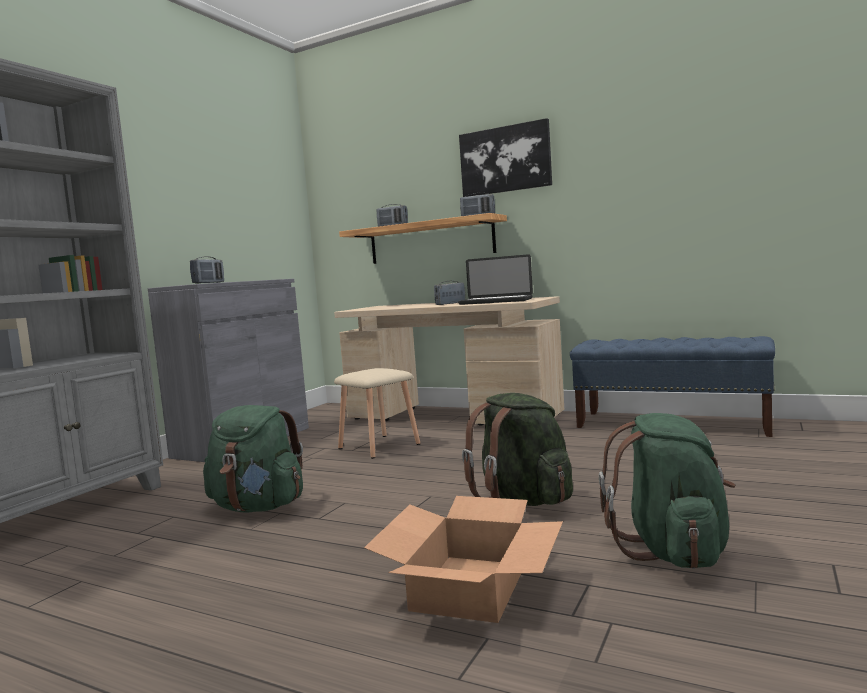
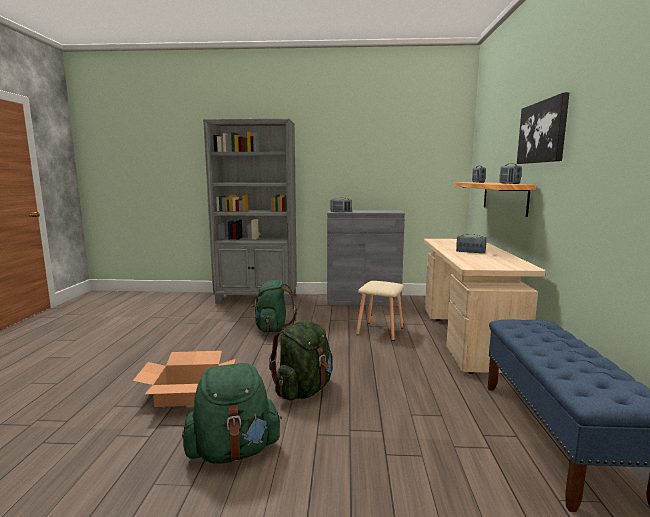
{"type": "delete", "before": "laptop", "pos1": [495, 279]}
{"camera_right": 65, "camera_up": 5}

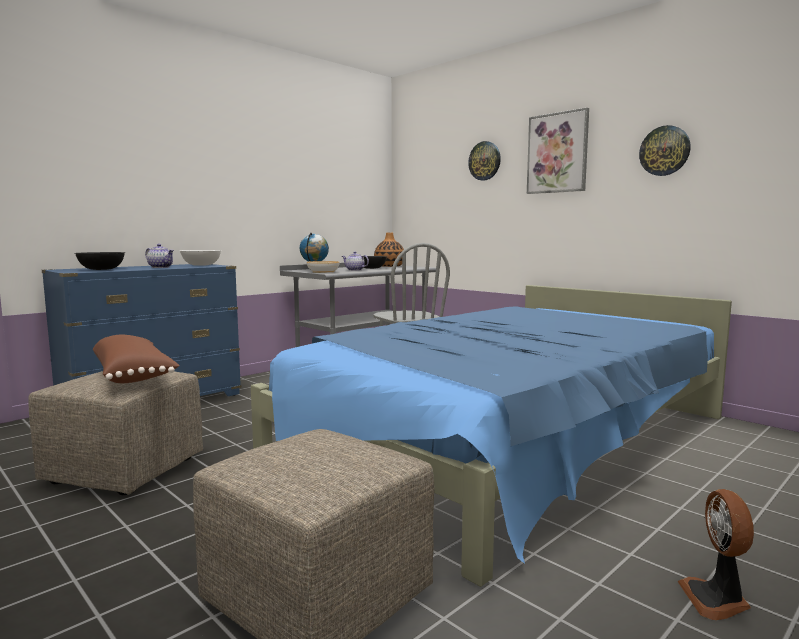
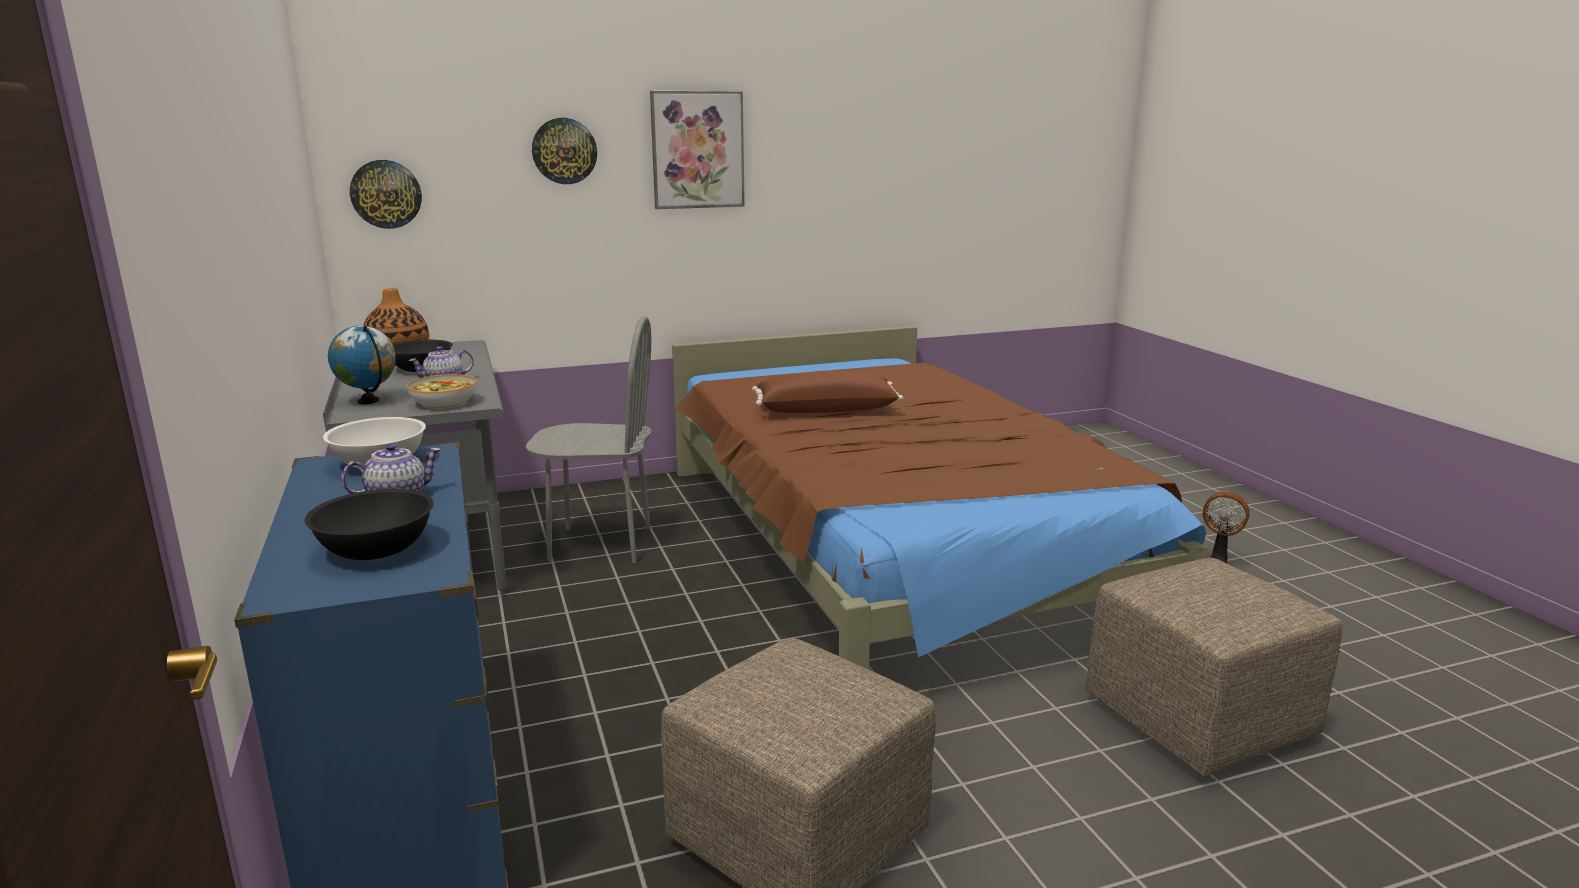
{"type": "move", "before": "wall clock", "pos1": [665, 150], "pos2": [386, 194]}
{"type": "recolor", "before": "blue bed", "after": "brown bed", "pos1": [491, 436], "pos2": [939, 498]}
{"type": "move", "before": "brown pillow", "pos1": [136, 359], "pos2": [827, 392]}
{"camera_right": -65, "camera_up": 10}

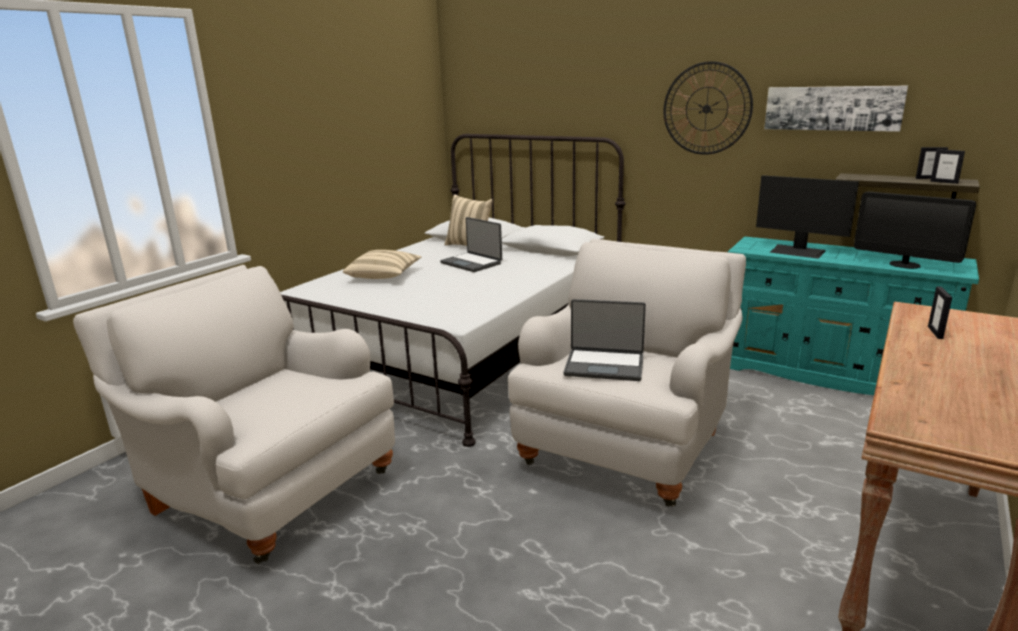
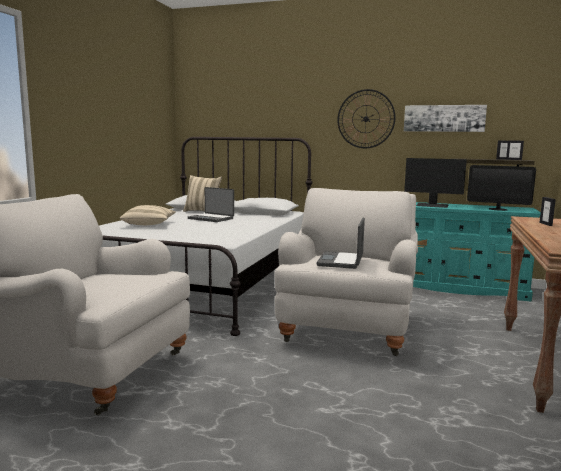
{"type": "rotate", "before": "laptop", "pos1": [604, 340], "pos2": [340, 243], "turn": 105}
{"camera_right": -15, "camera_up": -10}

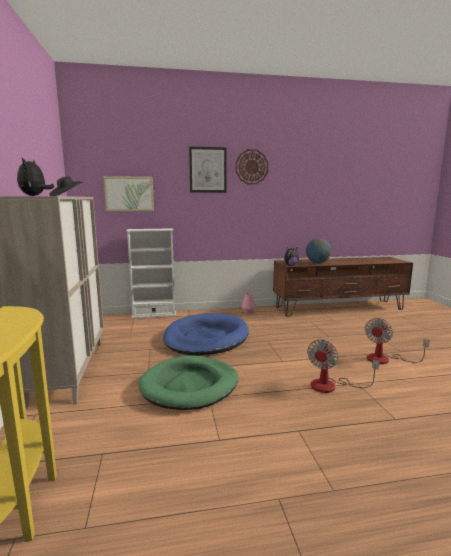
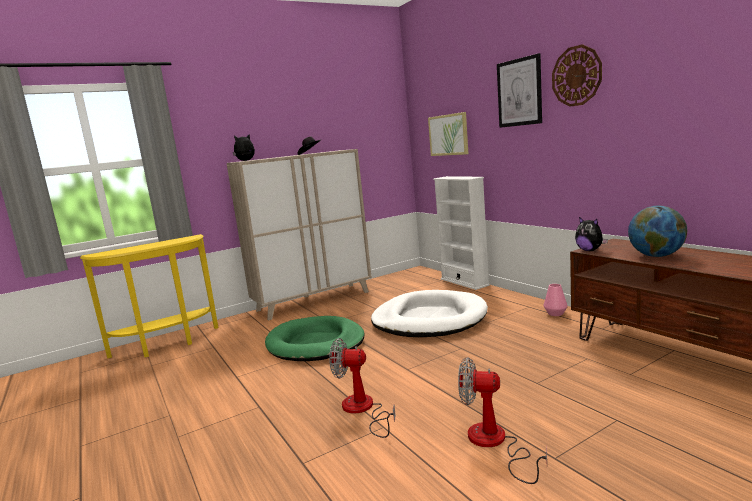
{"type": "recolor", "before": "blue dog bed", "after": "white dog bed", "pos1": [206, 334], "pos2": [429, 313]}
{"camera_right": 70, "camera_up": 0}

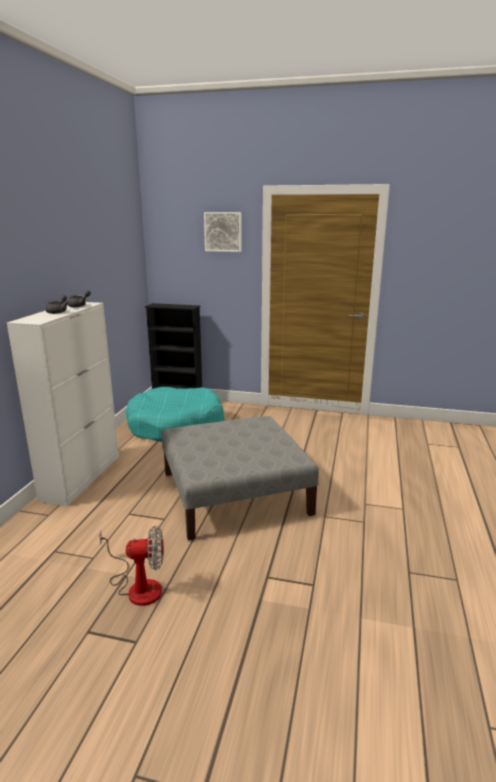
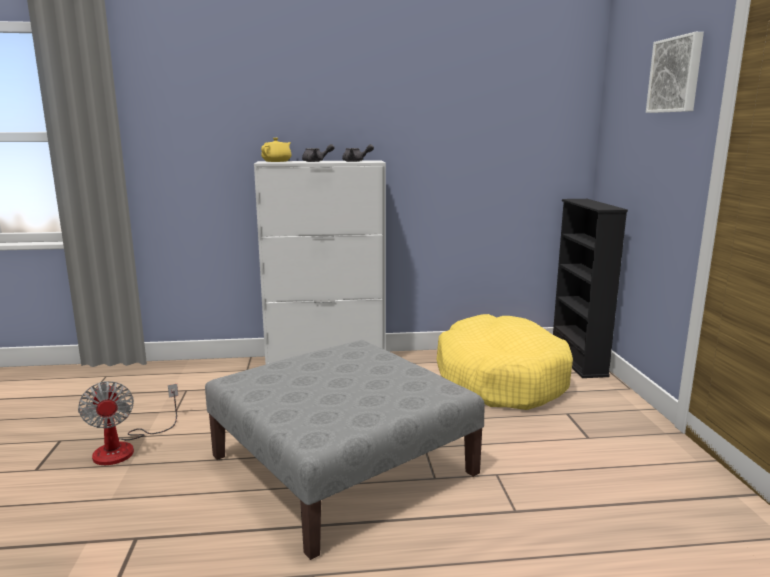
{"type": "recolor", "before": "turquoise dog bed", "after": "yellow dog bed", "pos1": [174, 414], "pos2": [505, 362]}
{"type": "insert", "after": "yellow teapot", "pos2": [276, 150]}
{"camera_right": 70, "camera_up": -5}

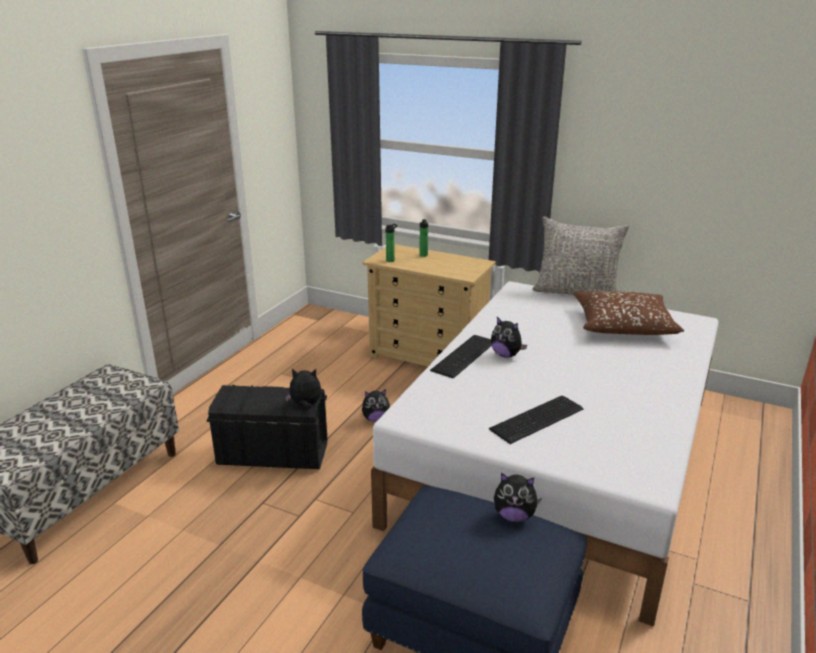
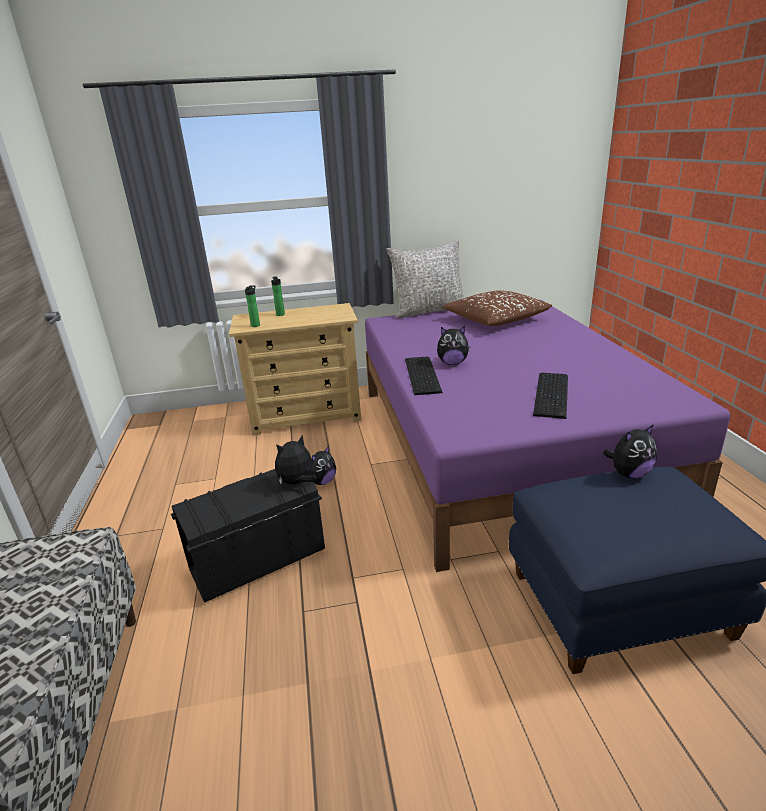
{"type": "recolor", "before": "white bed", "after": "purple bed", "pos1": [545, 454], "pos2": [547, 436]}
{"camera_right": -35, "camera_up": 0}

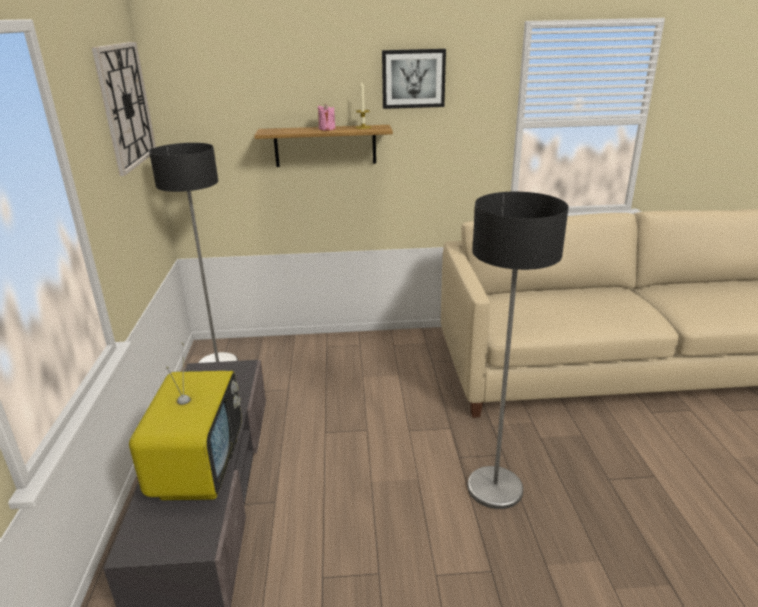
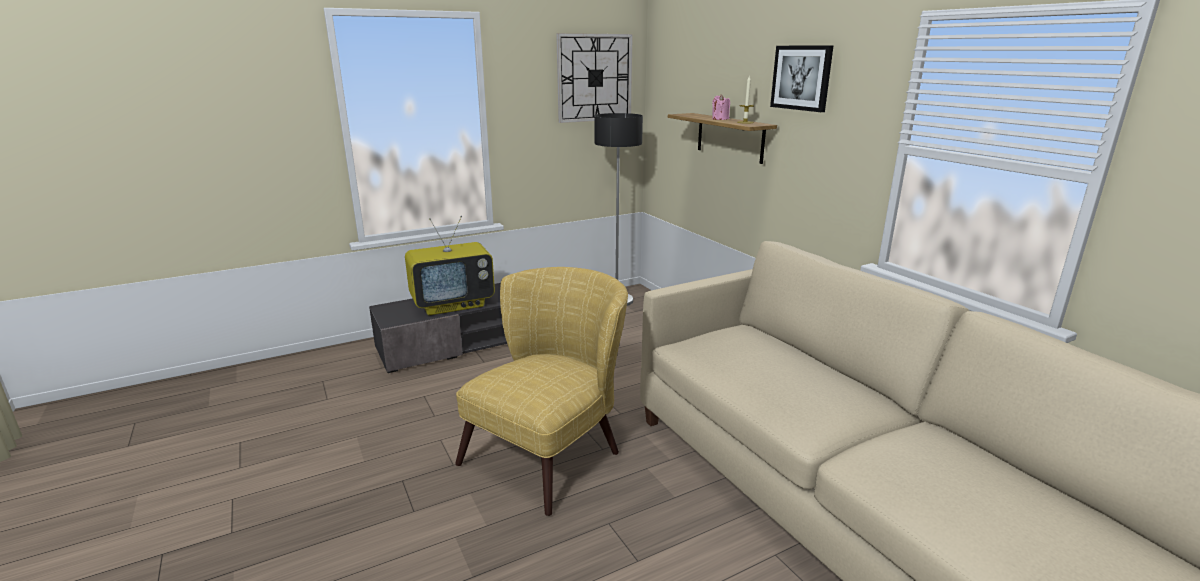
{"type": "replace", "before": "floor lamp", "after": "yellow armchair", "pos1": [518, 350], "pos2": [541, 391]}
{"camera_right": 65, "camera_up": -5}

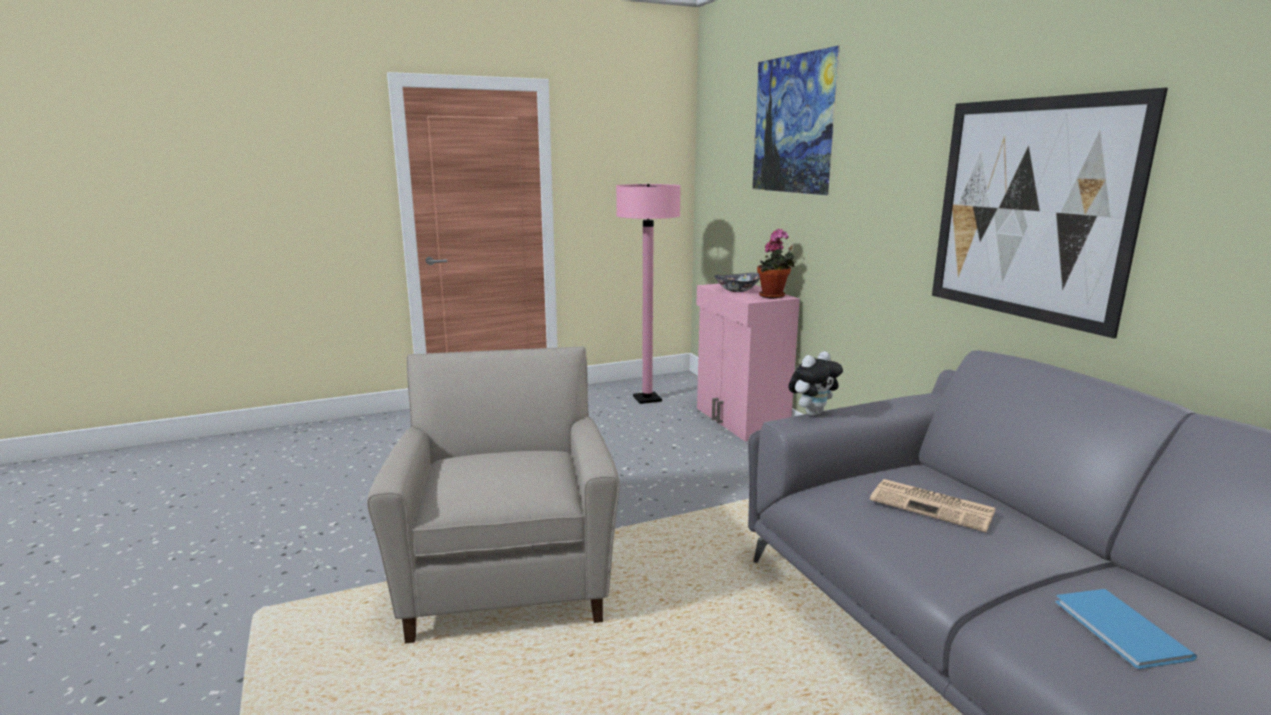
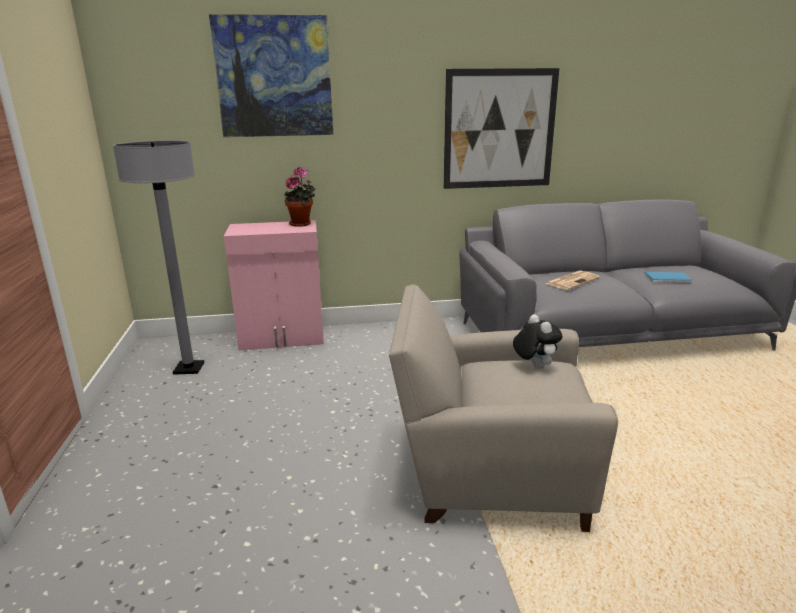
{"type": "recolor", "before": "pink floor lamp", "after": "grey floor lamp", "pos1": [648, 294], "pos2": [158, 257]}
{"type": "delete", "before": "bowl", "pos1": [737, 282]}
{"type": "move", "before": "plush toy", "pos1": [815, 383], "pos2": [538, 341]}
{"camera_right": -75, "camera_up": 5}

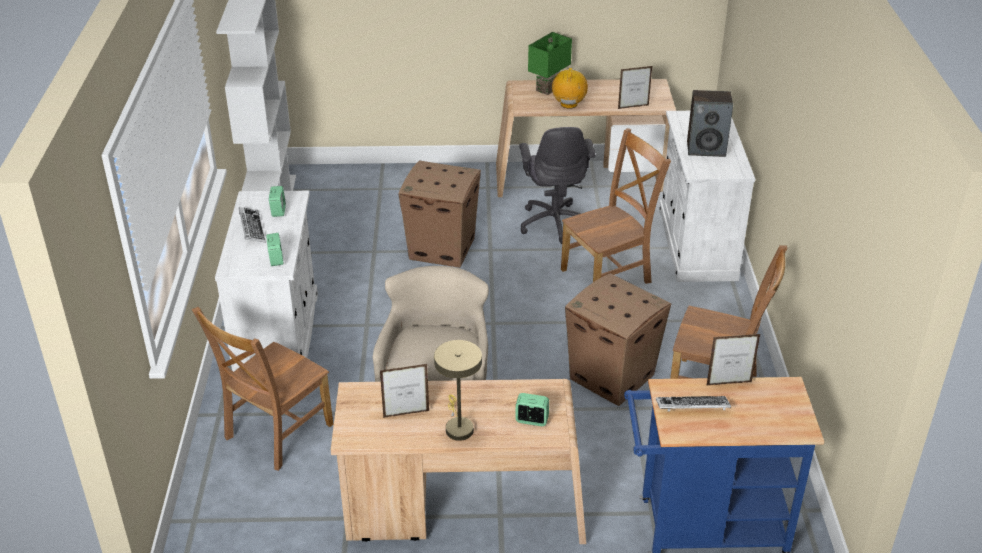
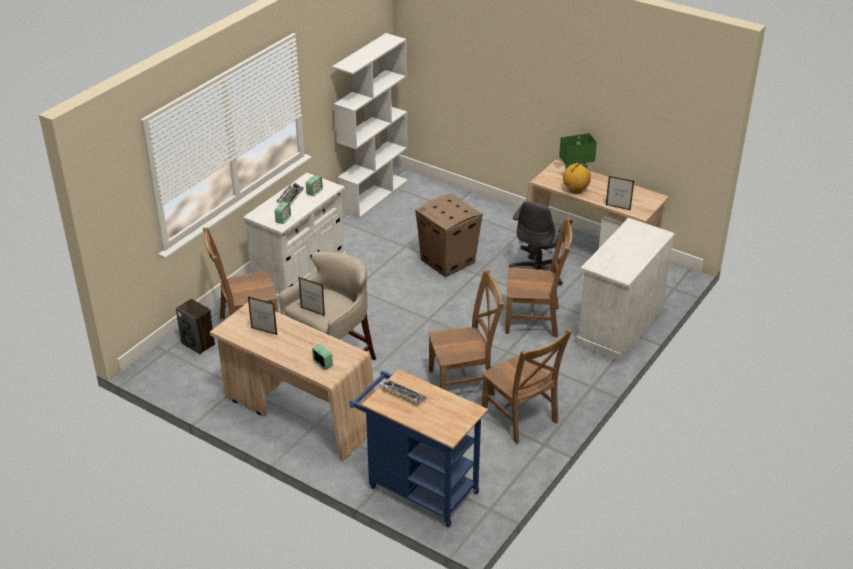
{"type": "move", "before": "speaker", "pos1": [710, 123], "pos2": [195, 326]}
{"type": "replace", "before": "cardboard box", "after": "brown chair", "pos1": [618, 339], "pos2": [466, 332]}
{"type": "move", "before": "picture frame", "pos1": [733, 360], "pos2": [311, 296]}
{"type": "delete", "before": "beige table lamp", "pos1": [458, 390]}
{"camera_right": 35, "camera_up": 0}

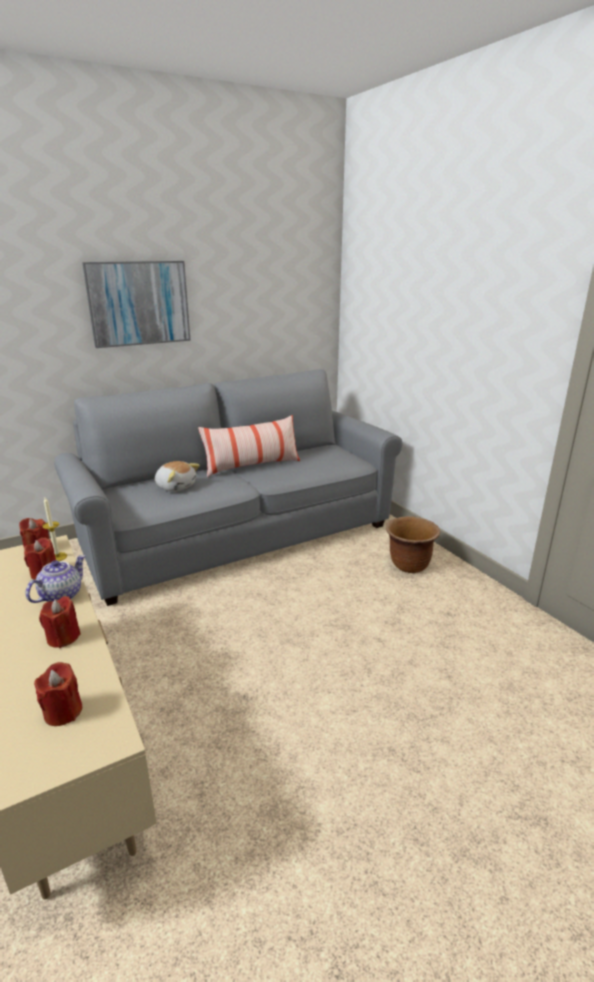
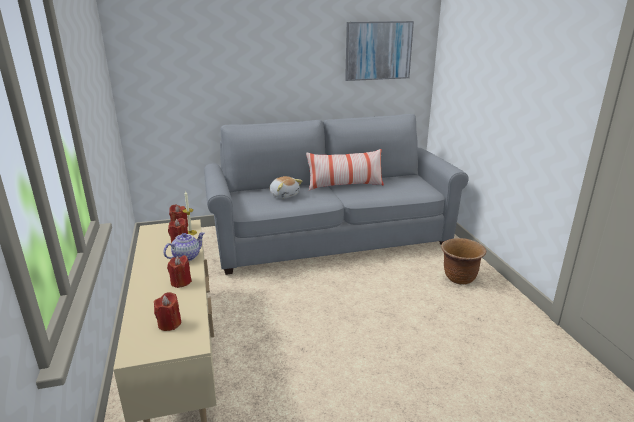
{"type": "move", "before": "picture", "pos1": [136, 304], "pos2": [379, 51]}
{"camera_right": 15, "camera_up": 0}

